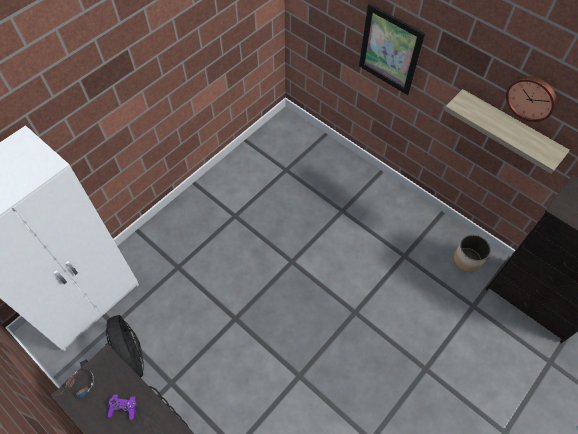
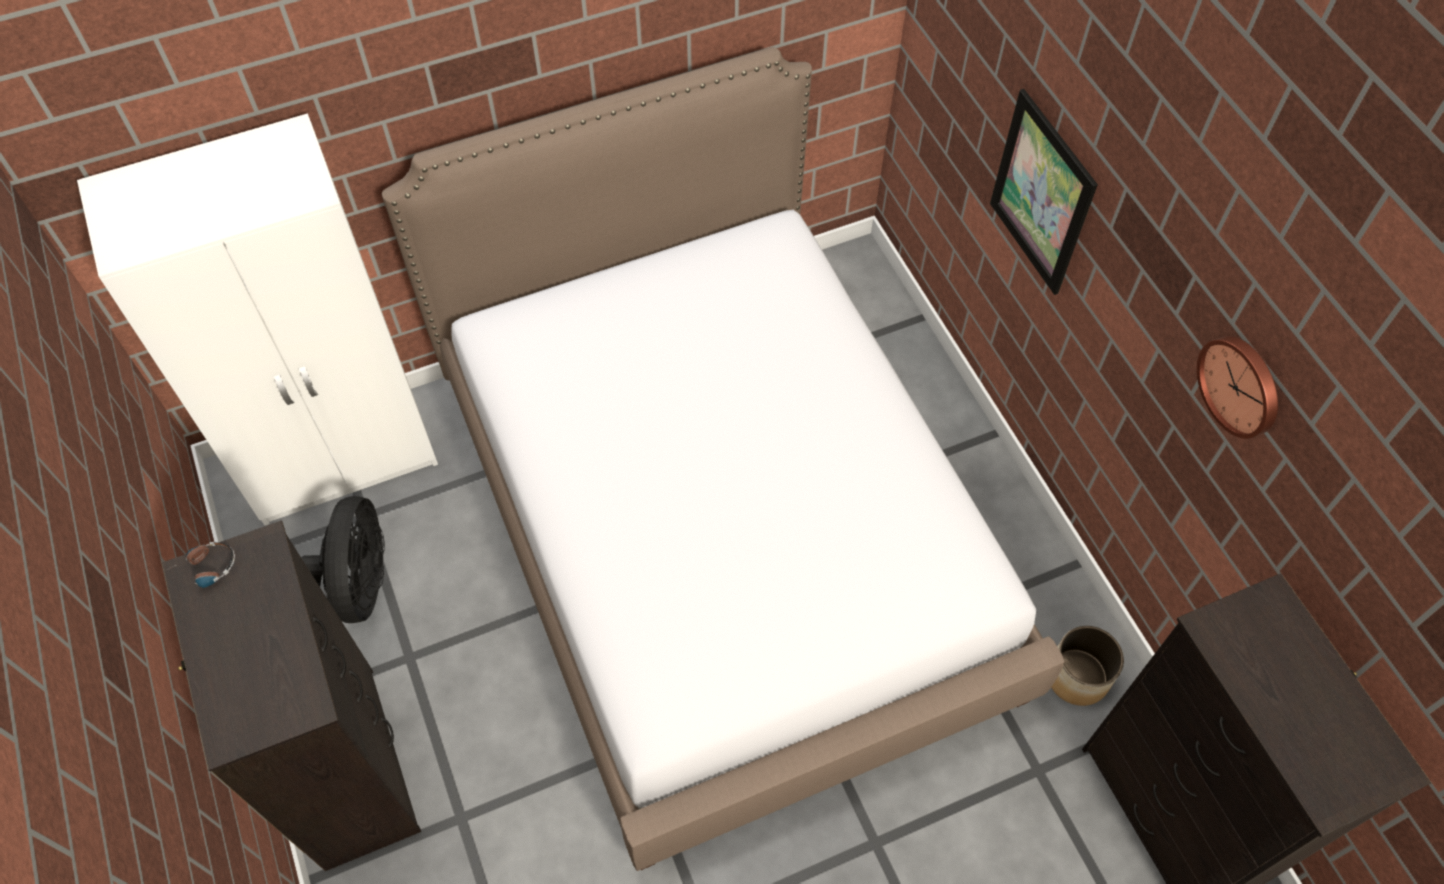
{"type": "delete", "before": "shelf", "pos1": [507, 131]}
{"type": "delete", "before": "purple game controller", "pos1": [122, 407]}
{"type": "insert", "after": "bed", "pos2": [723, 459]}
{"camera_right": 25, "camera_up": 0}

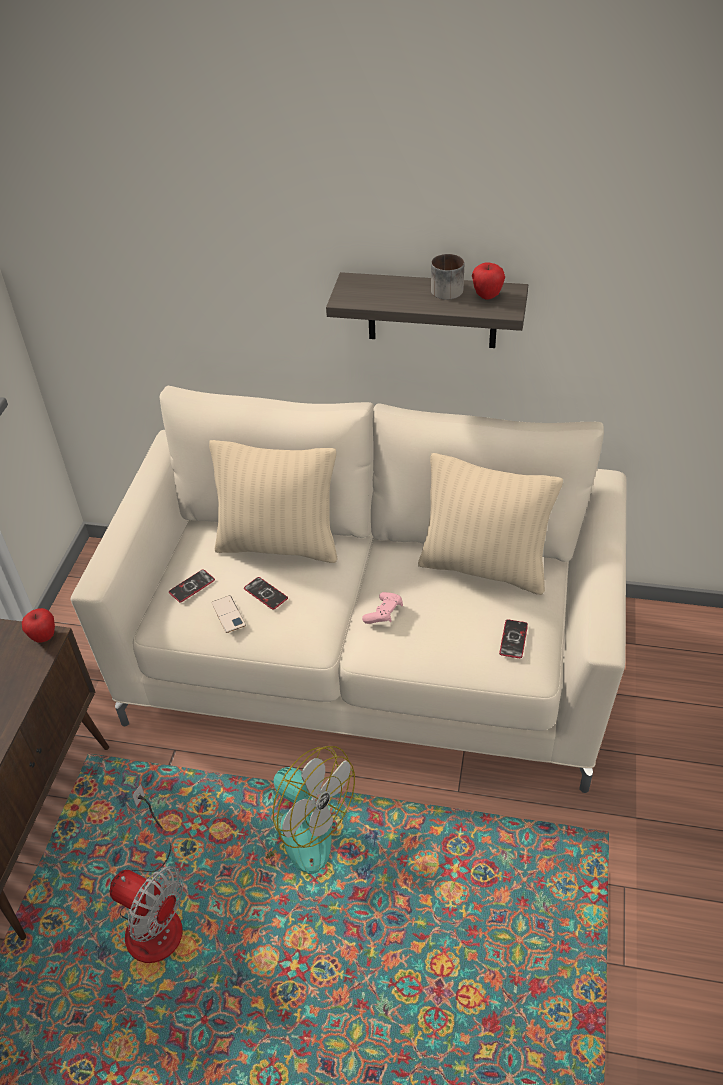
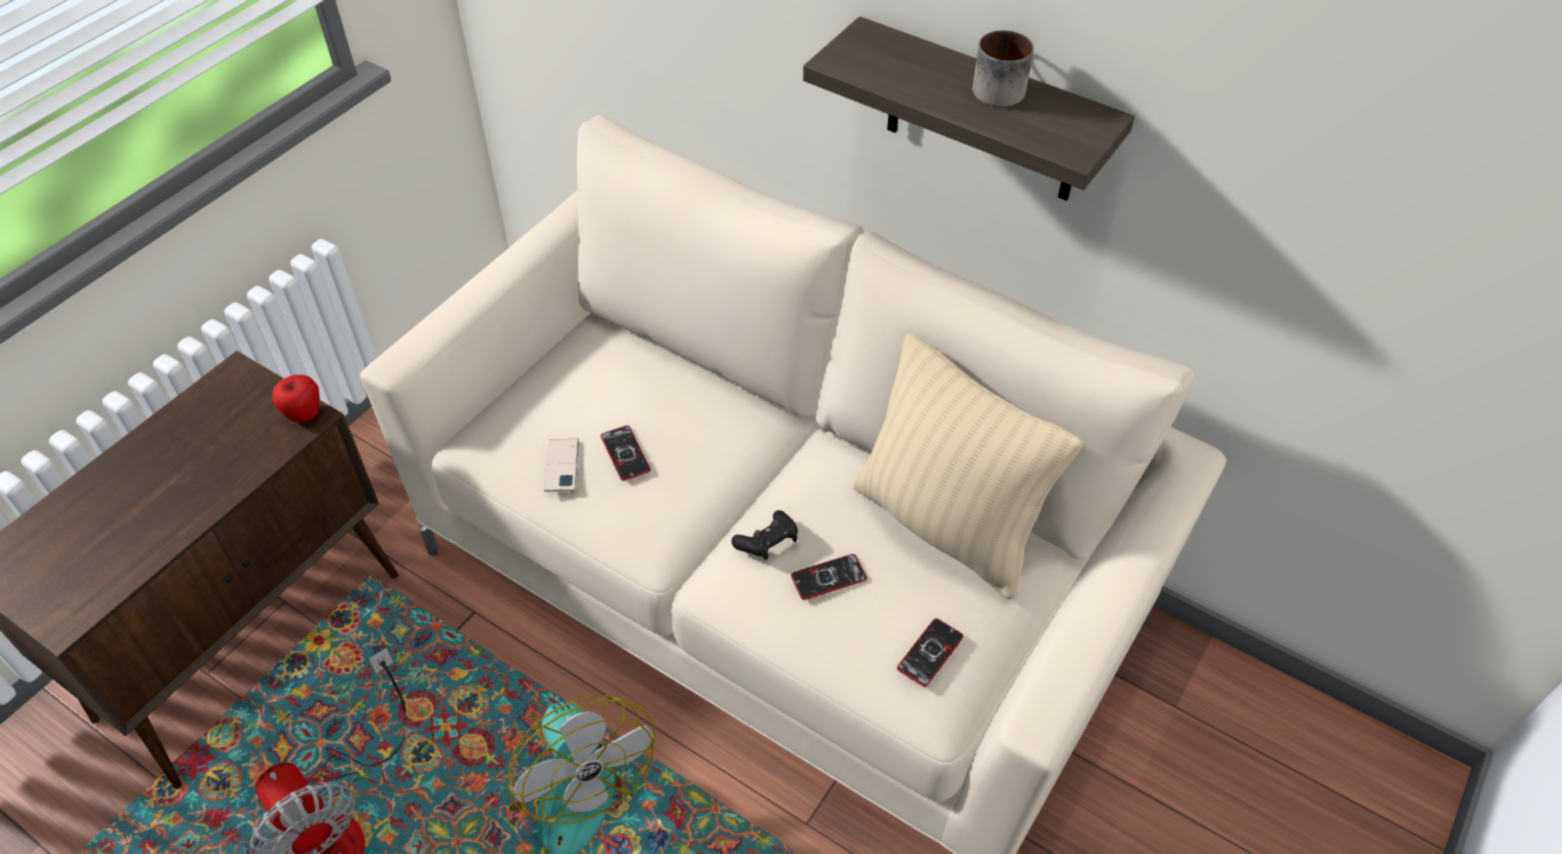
{"type": "delete", "before": "apple", "pos1": [488, 281]}
{"type": "delete", "before": "beige pillow", "pos1": [273, 501]}
{"type": "move", "before": "phone", "pos1": [192, 585], "pos2": [829, 577]}
{"type": "recolor", "before": "pink game controller", "after": "black game controller", "pos1": [382, 608], "pos2": [765, 535]}
{"camera_right": 20, "camera_up": 5}

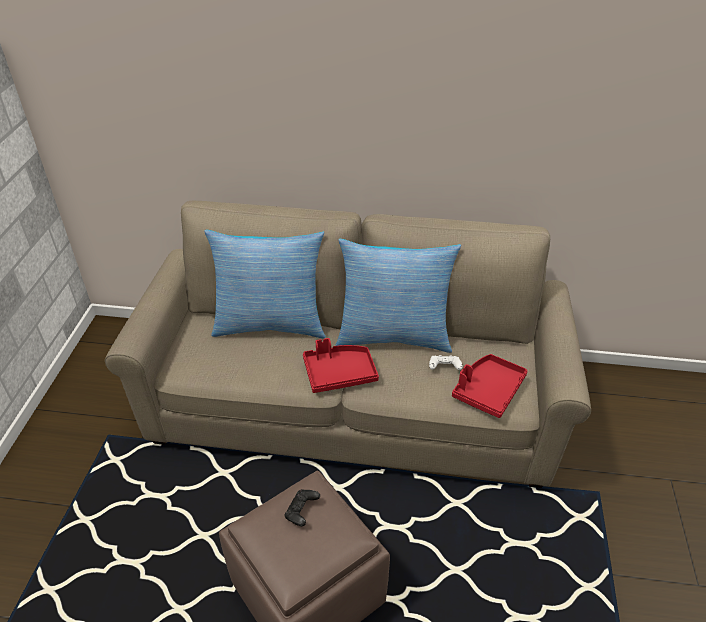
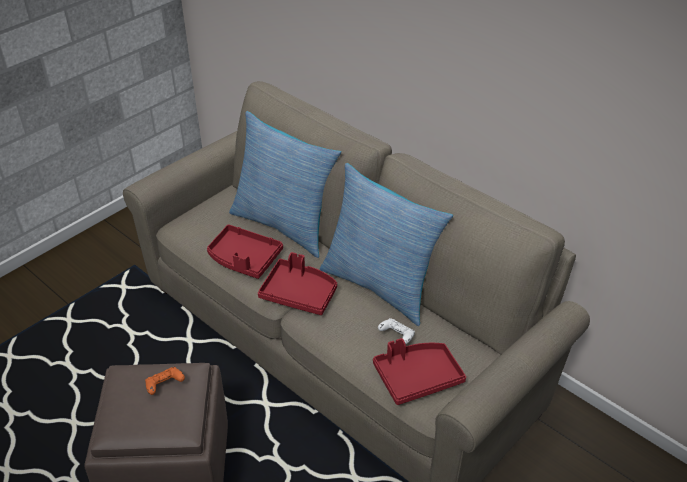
{"type": "recolor", "before": "black game controller", "after": "orange game controller", "pos1": [302, 507], "pos2": [165, 381]}
{"type": "insert", "after": "red tray", "pos2": [245, 251]}
{"camera_right": 35, "camera_up": 0}

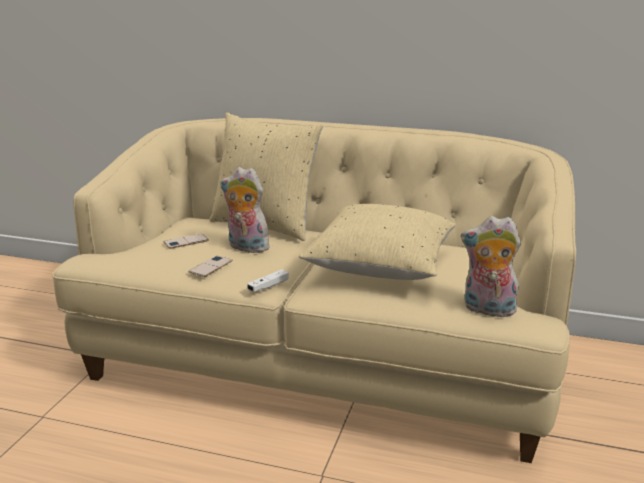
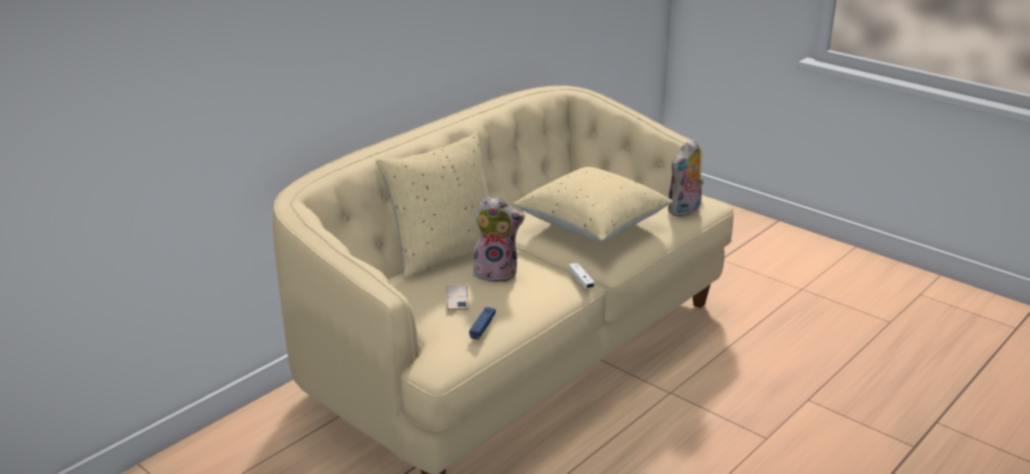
{"type": "rotate", "before": "plush toy", "pos1": [245, 210], "pos2": [499, 239], "turn": -135}
{"type": "delete", "before": "phone", "pos1": [210, 266]}
{"type": "insert", "after": "blue game controller", "pos2": [482, 323]}
{"camera_right": -65, "camera_up": 5}

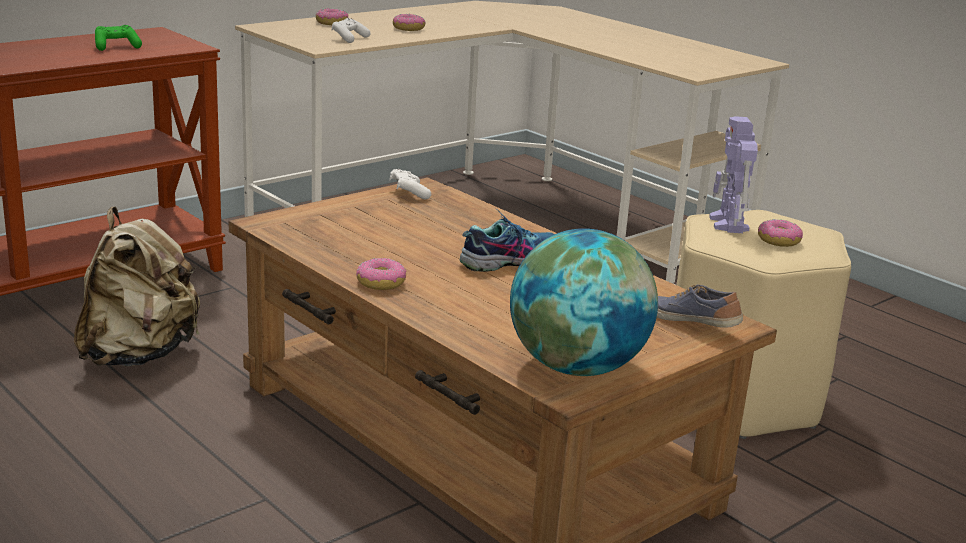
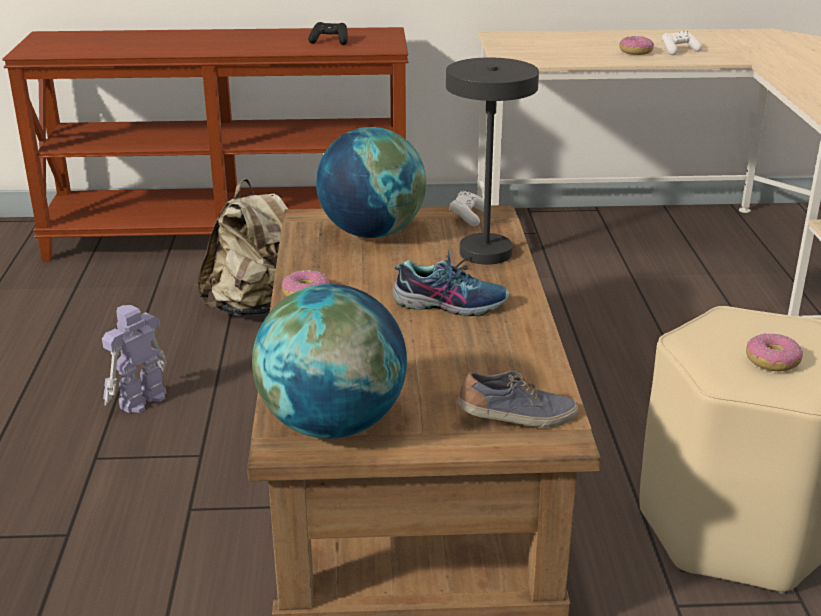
{"type": "delete", "before": "donut", "pos1": [332, 16]}
{"type": "move", "before": "white game controller", "pos1": [351, 30], "pos2": [682, 43]}
{"type": "recolor", "before": "green game controller", "after": "black game controller", "pos1": [118, 38], "pos2": [328, 33]}
{"type": "move", "before": "toy robot", "pos1": [733, 174], "pos2": [134, 359]}
{"type": "rotate", "before": "shoe", "pos1": [700, 306], "pos2": [517, 399], "turn": 90}
{"type": "insert", "after": "grey table lamp", "pos2": [492, 164]}
{"type": "insert", "after": "globe", "pos2": [371, 182]}
{"camera_right": 40, "camera_up": 5}

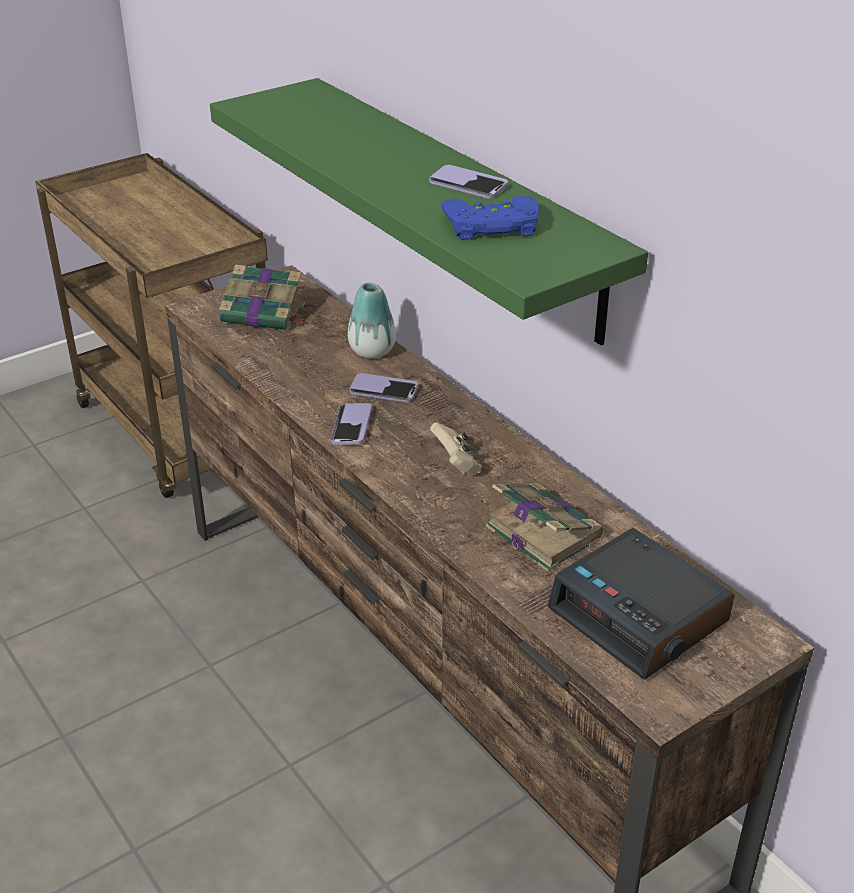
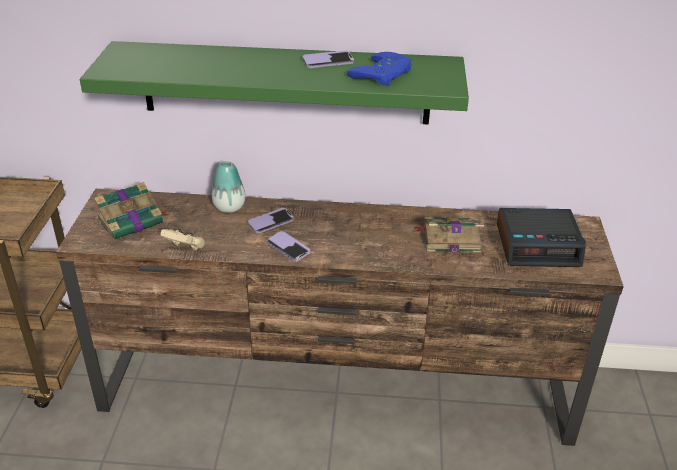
{"type": "move", "before": "beige game controller", "pos1": [455, 449], "pos2": [182, 239]}
{"camera_right": -50, "camera_up": 0}

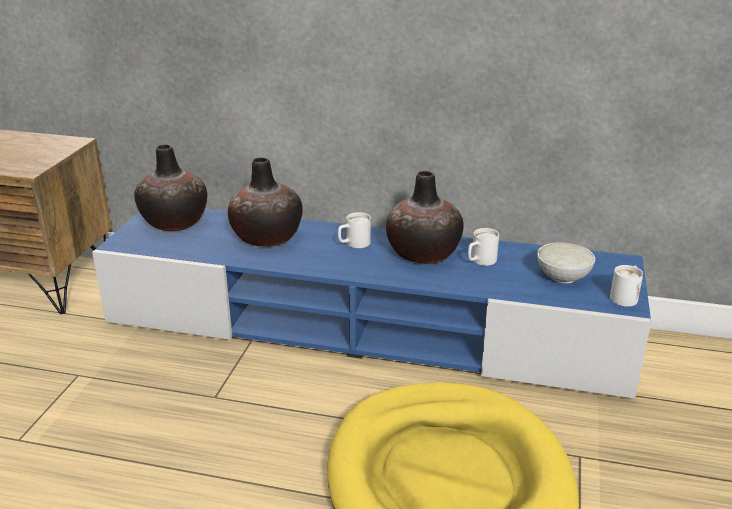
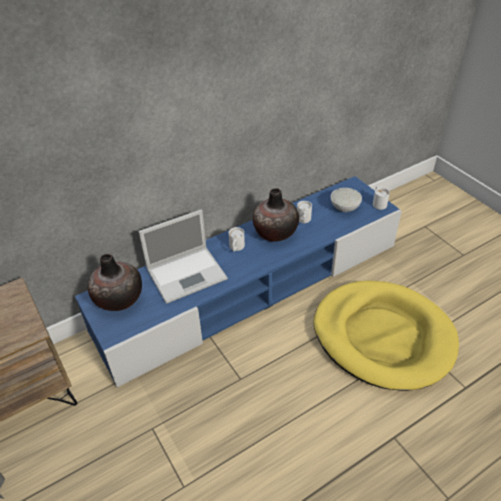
{"type": "replace", "before": "vase", "after": "laptop", "pos1": [265, 202], "pos2": [183, 257]}
{"camera_right": -45, "camera_up": 15}

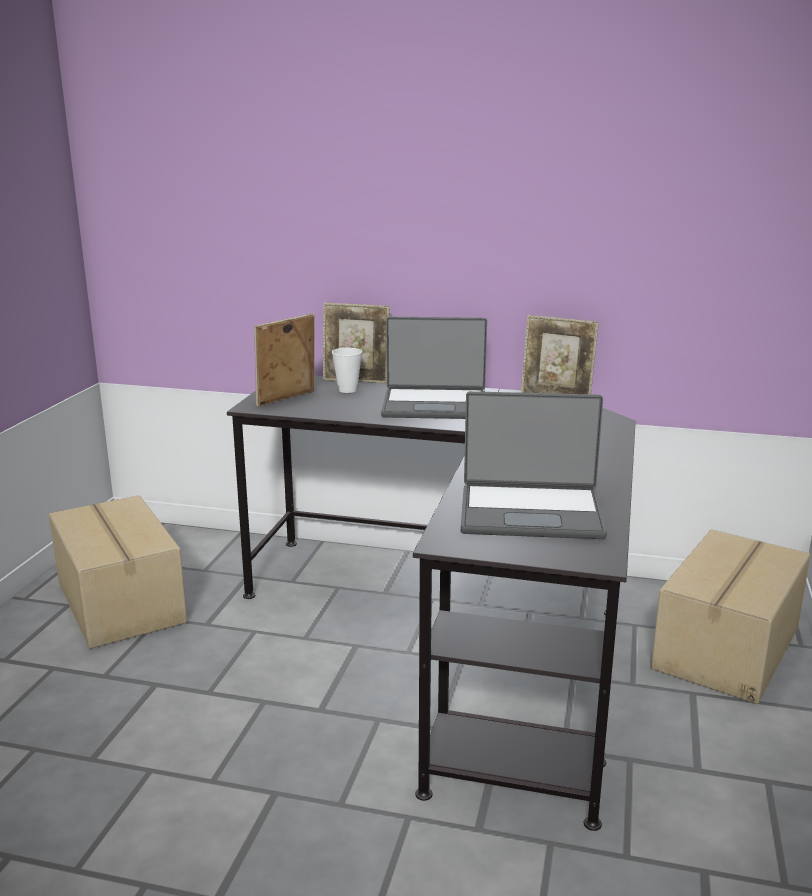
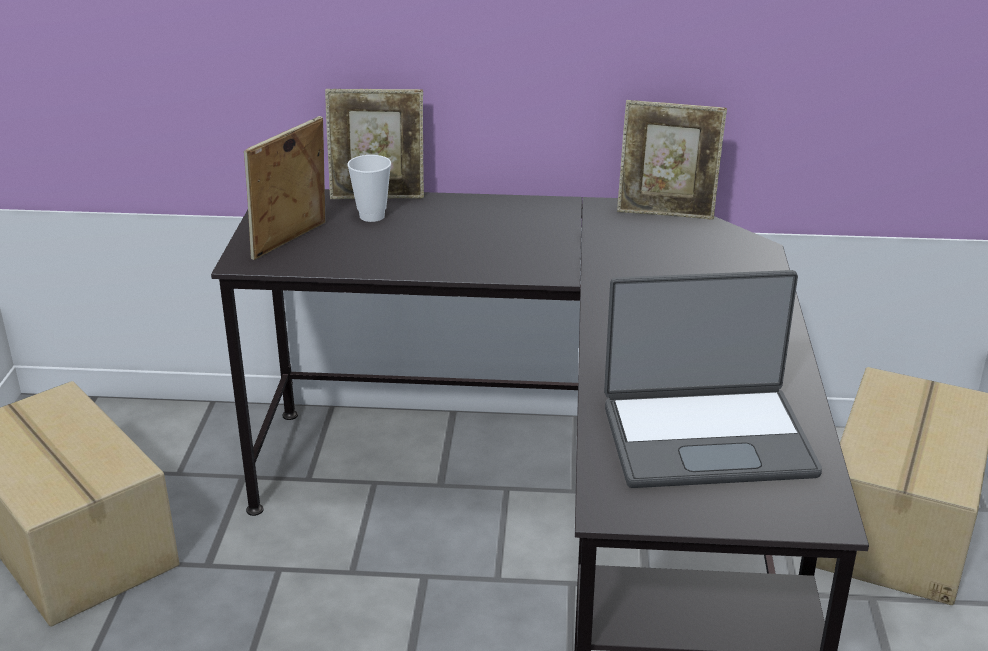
{"type": "delete", "before": "laptop", "pos1": [434, 368]}
{"camera_right": -10, "camera_up": 10}

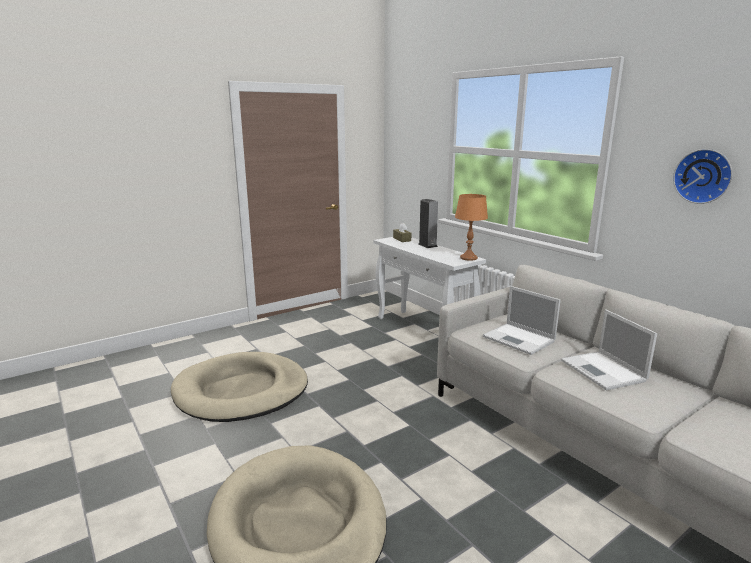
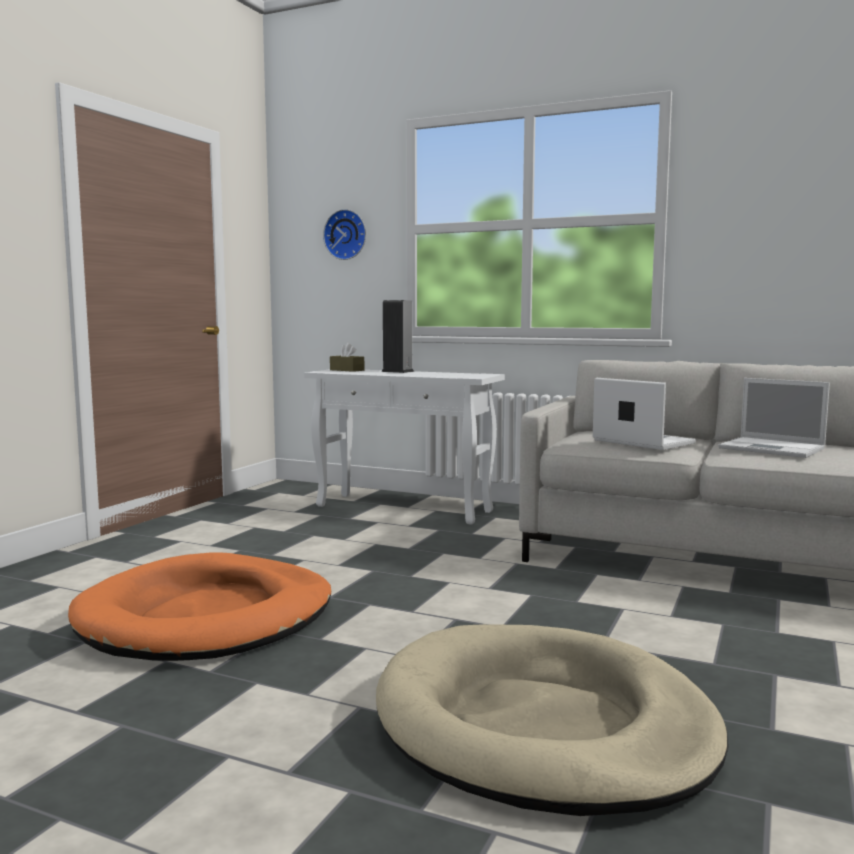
{"type": "move", "before": "wall clock", "pos1": [703, 176], "pos2": [344, 234]}
{"type": "delete", "before": "orange table lamp", "pos1": [471, 227]}
{"type": "rotate", "before": "laptop", "pos1": [522, 320], "pos2": [644, 414], "turn": -150}
{"type": "recolor", "before": "beige dog bed", "after": "orange dog bed", "pos1": [239, 387], "pos2": [199, 606]}
{"camera_right": -30, "camera_up": -10}

